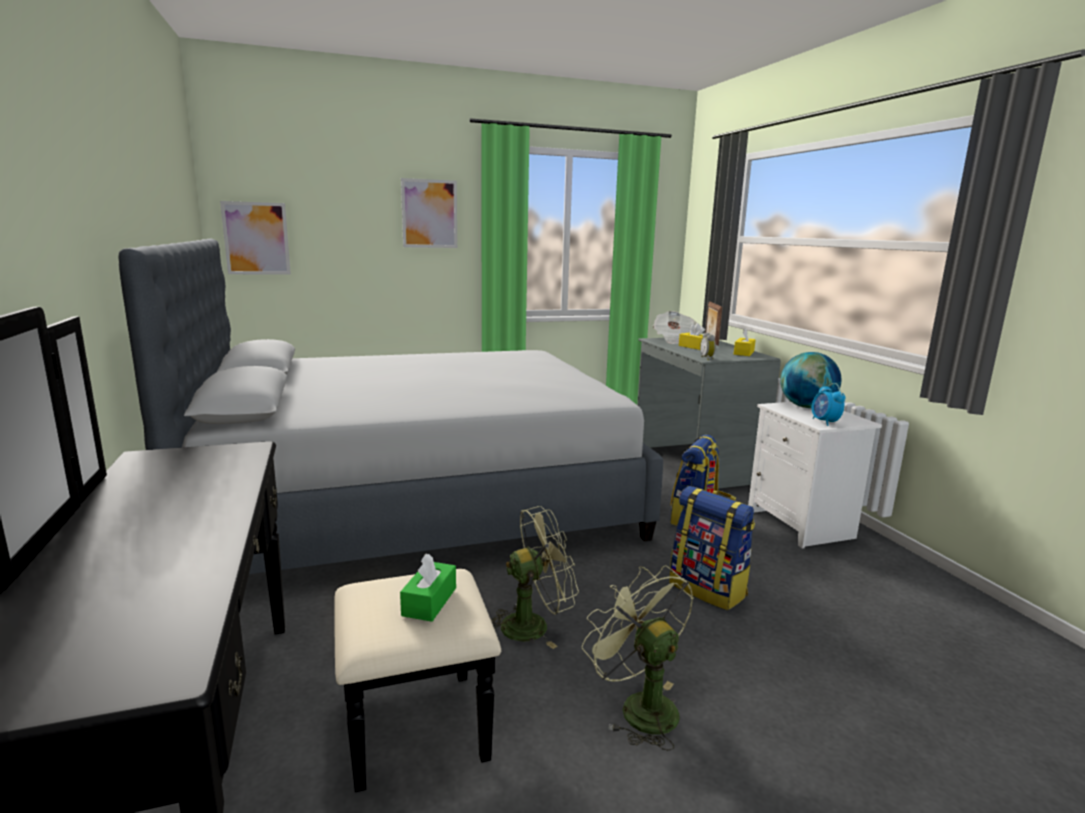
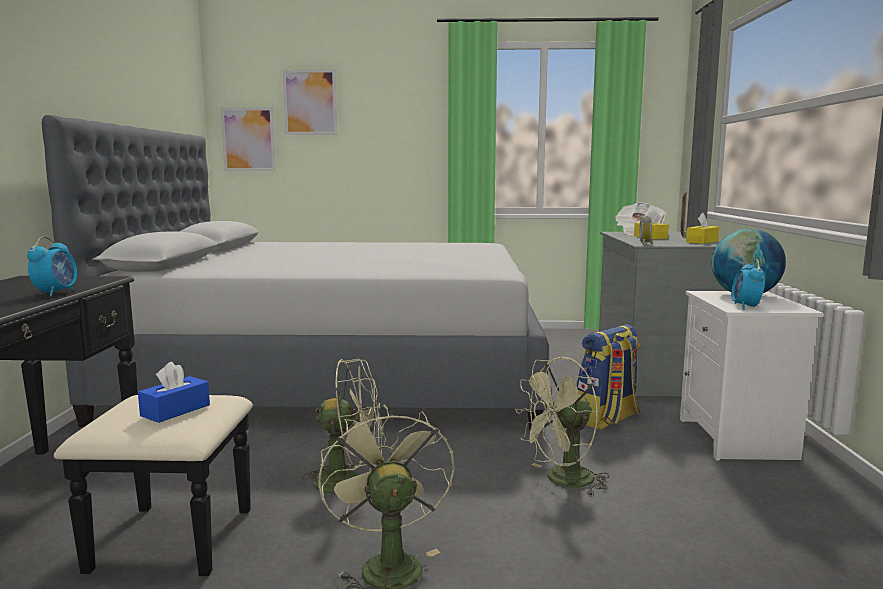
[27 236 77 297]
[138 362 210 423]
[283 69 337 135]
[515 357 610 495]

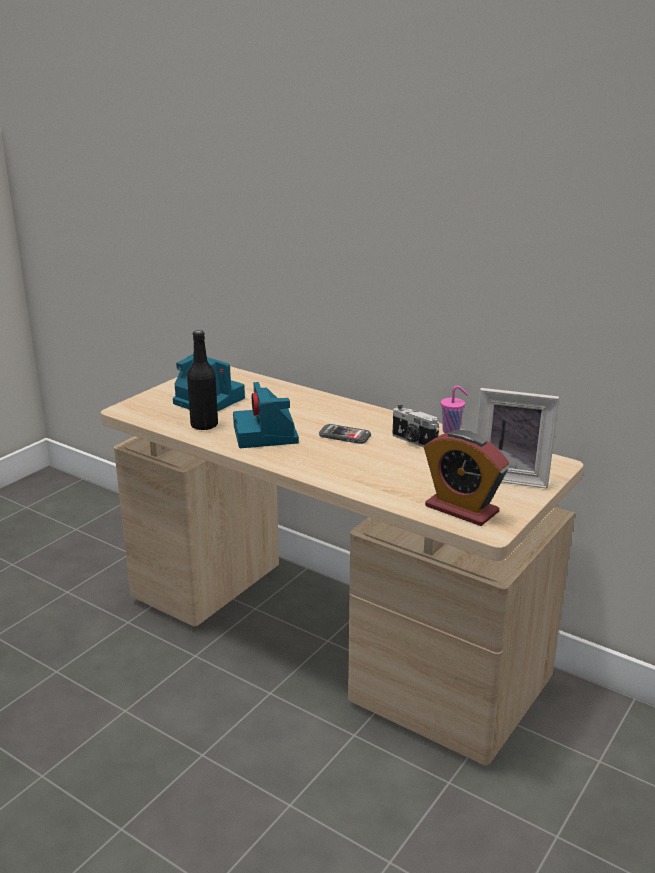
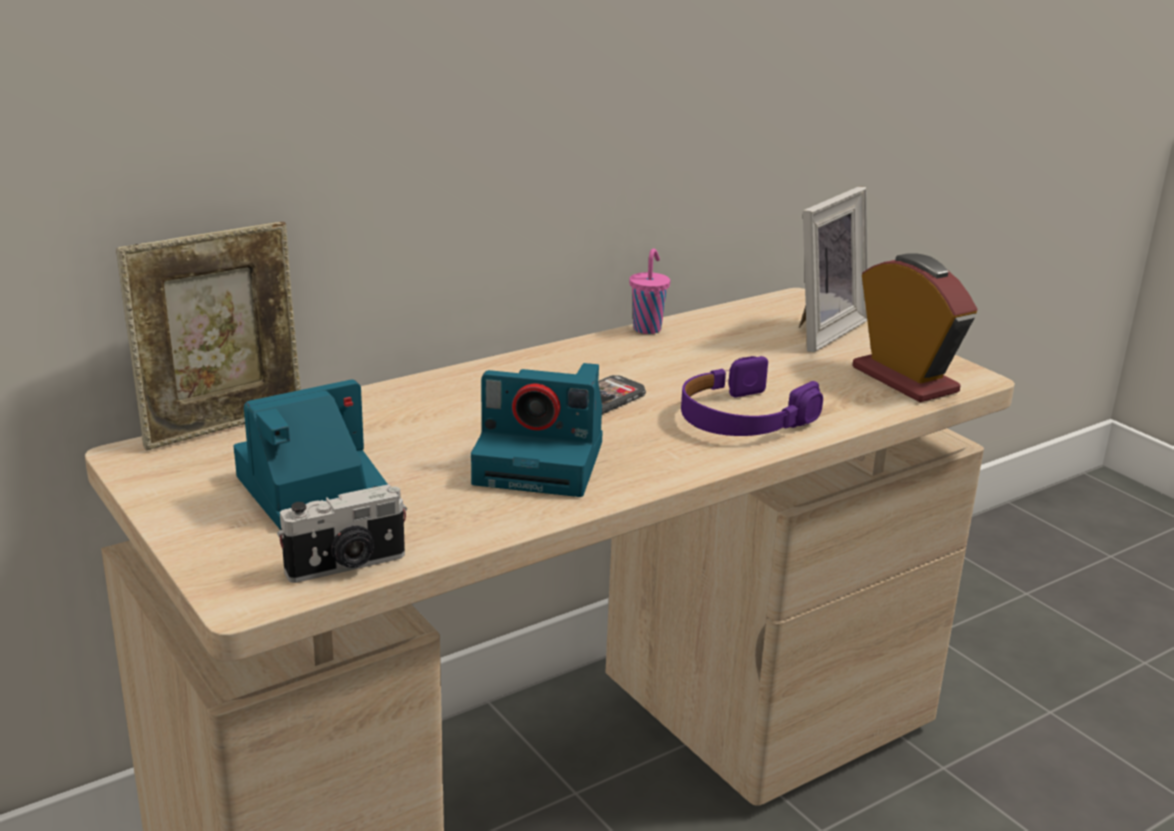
[116 222 301 450]
[277 484 407 583]
[681 356 823 436]
[852 253 977 402]
[187 330 218 430] (first image)

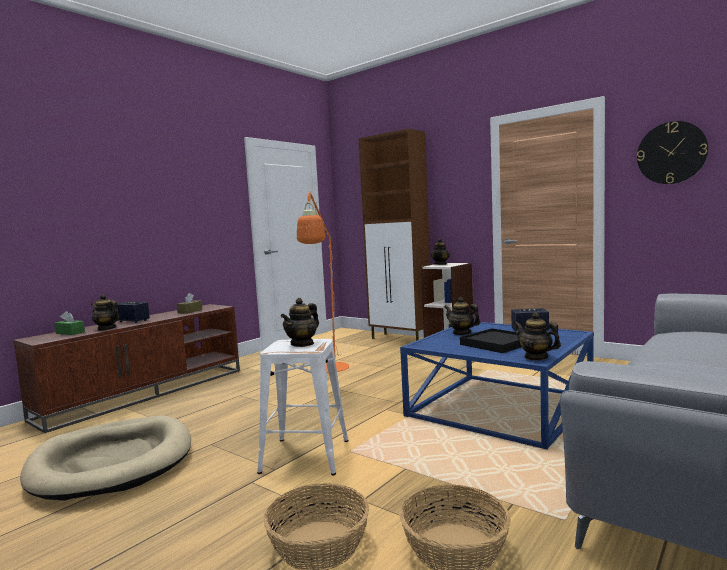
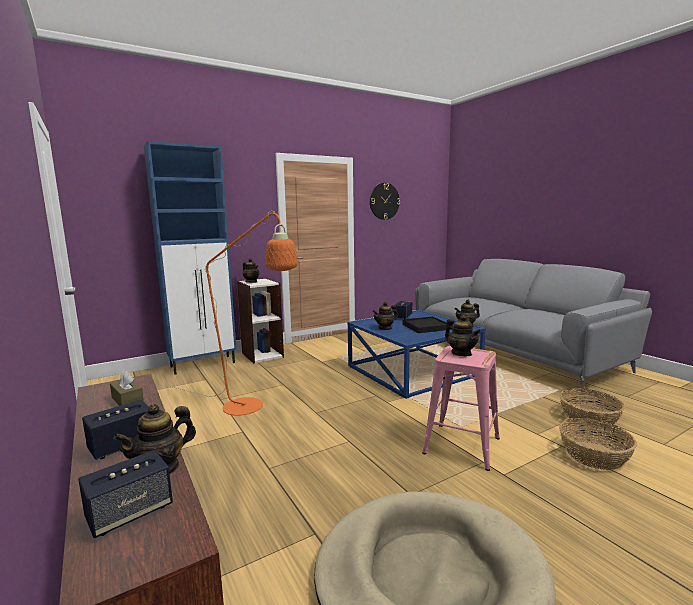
[78 450 173 538]
[144 141 237 375]
[422 346 500 471]

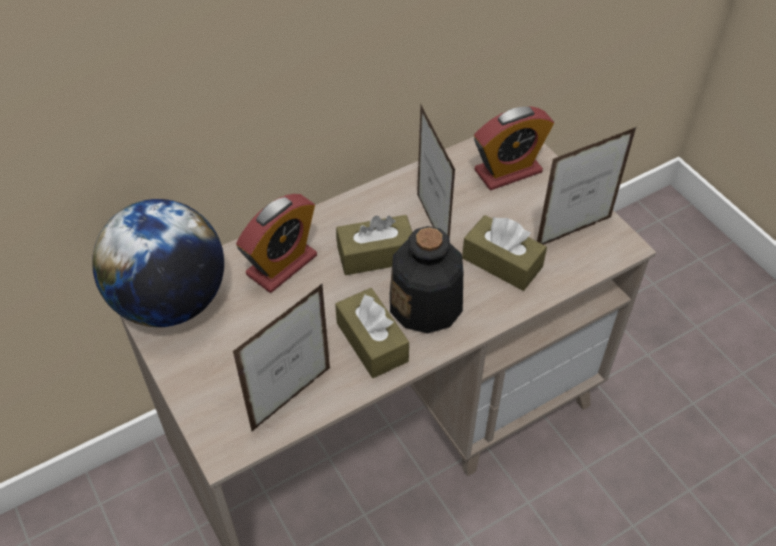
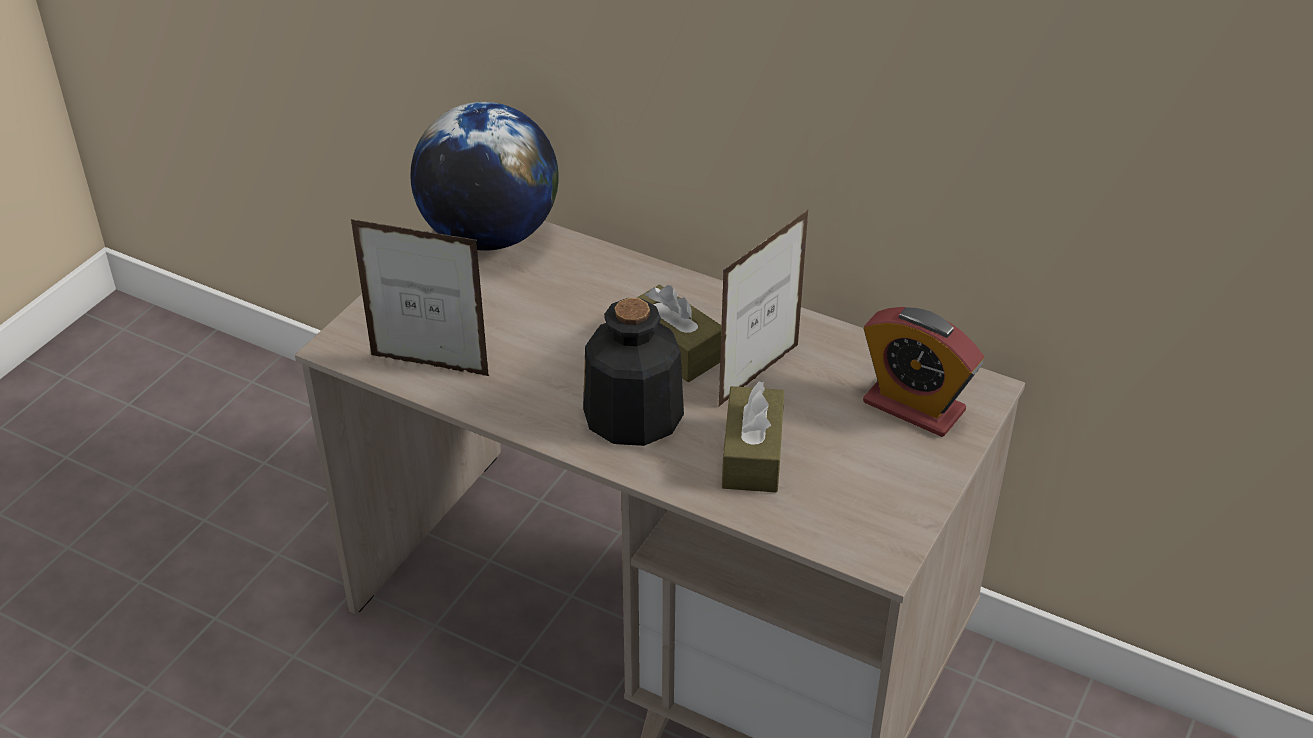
[236 194 317 293] (first image)
[335 288 409 378] (first image)
[537 127 636 245] (first image)

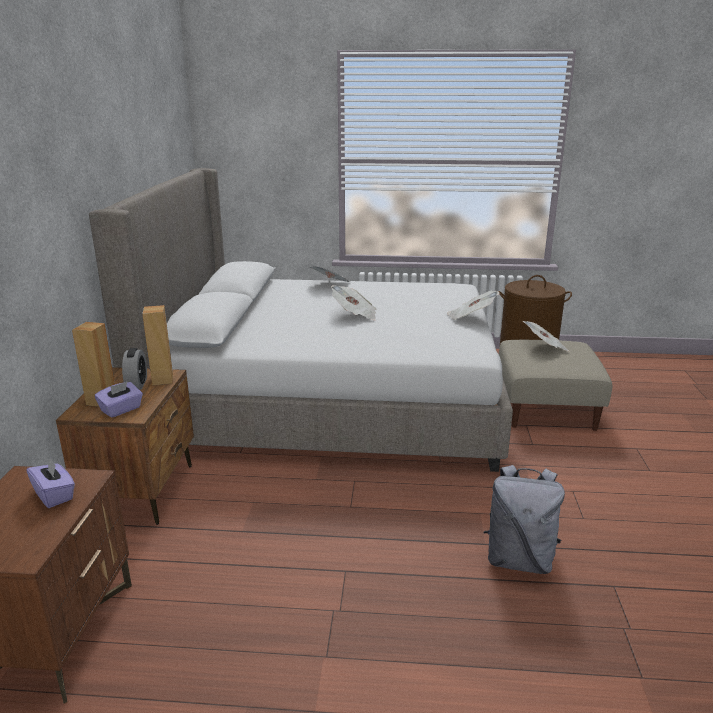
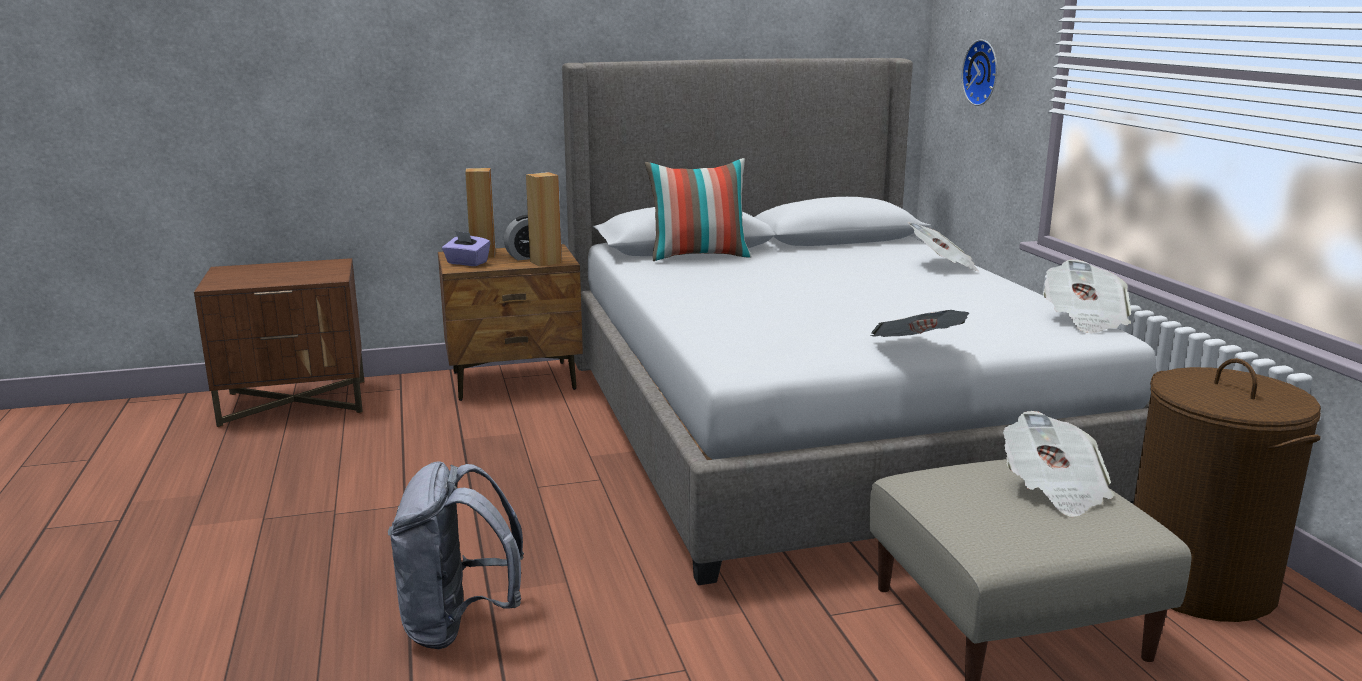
[645 158 752 261]
[962 40 997 106]
[1043 259 1131 333]
[26 457 75 508] (first image)

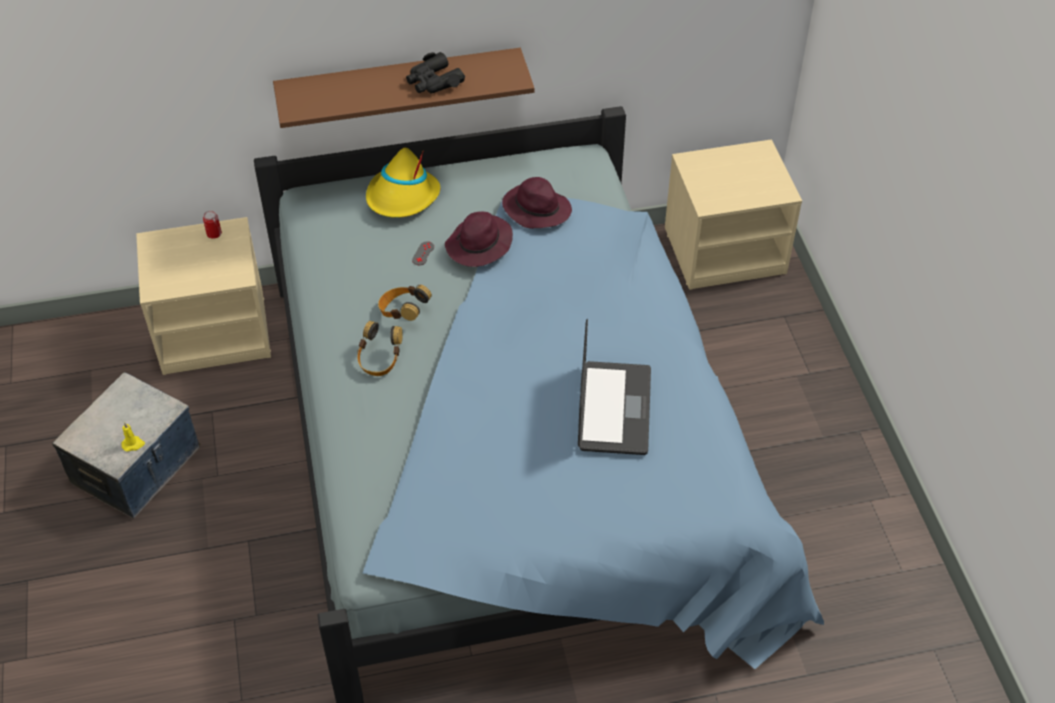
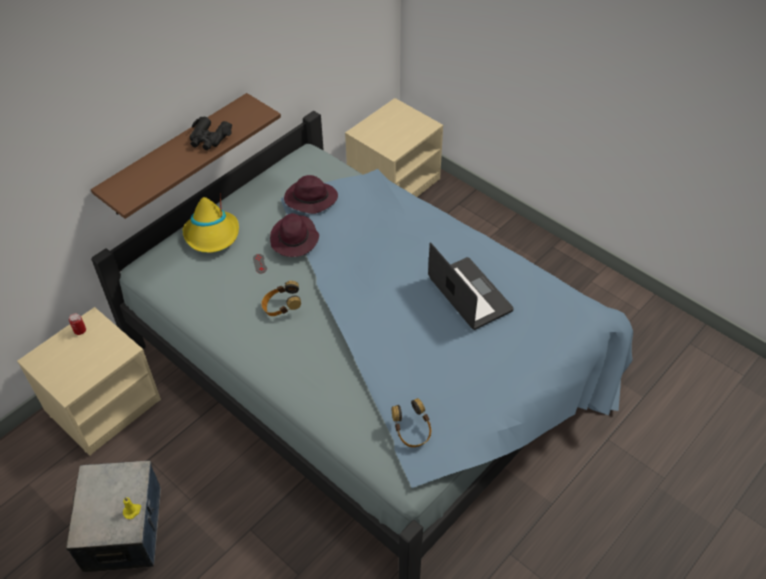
[392 398 431 447]

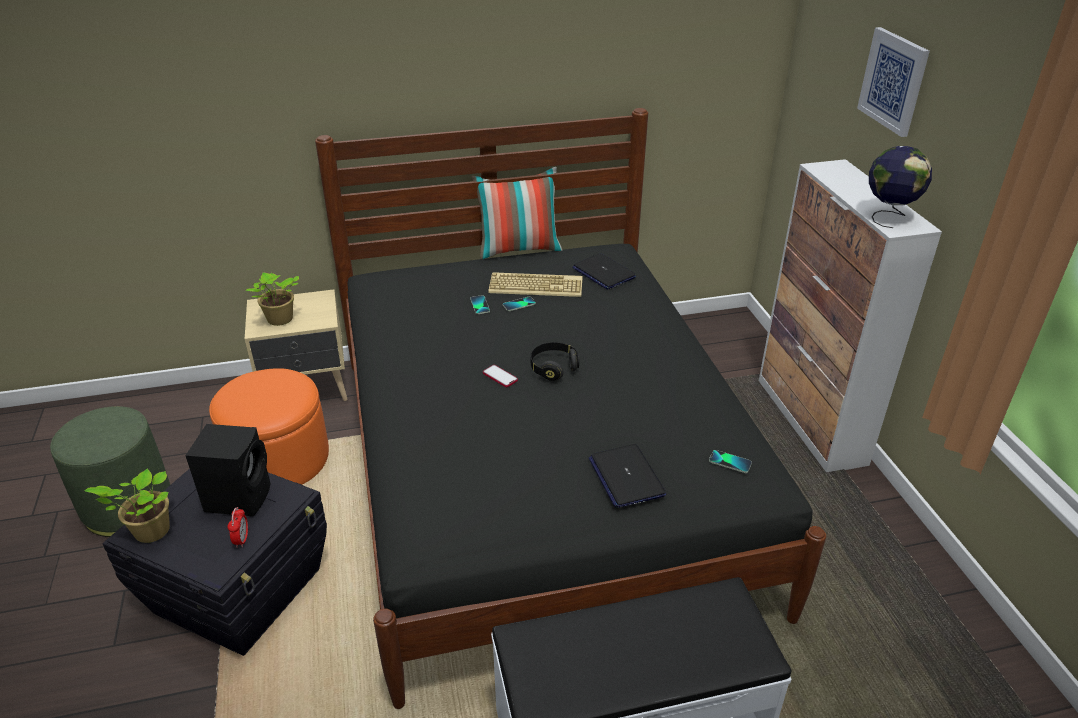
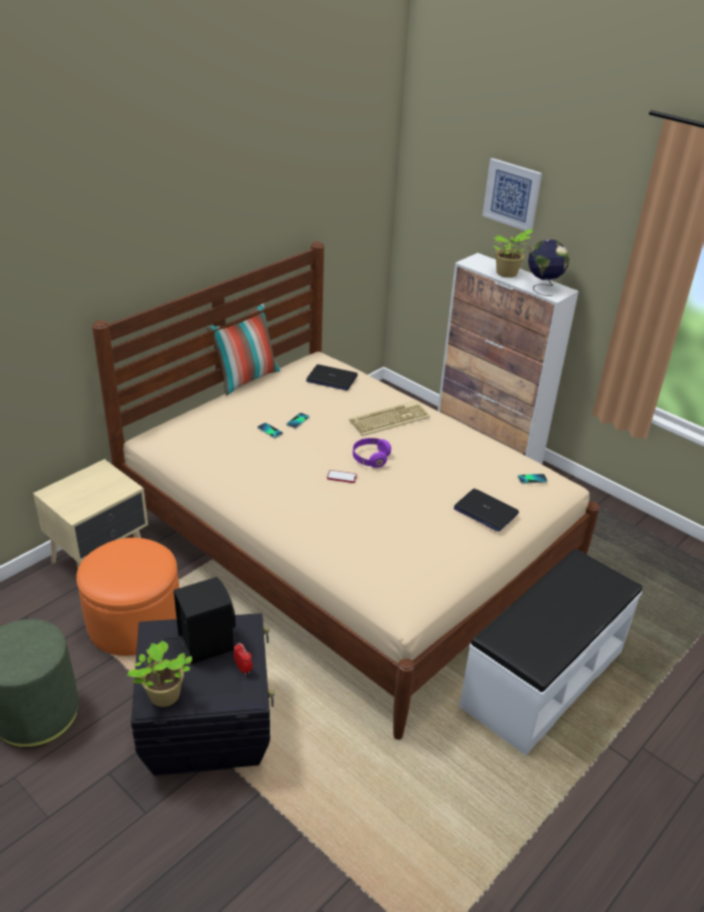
[92 241 600 740]
[349 401 430 436]
[353 438 391 468]
[493 229 532 278]

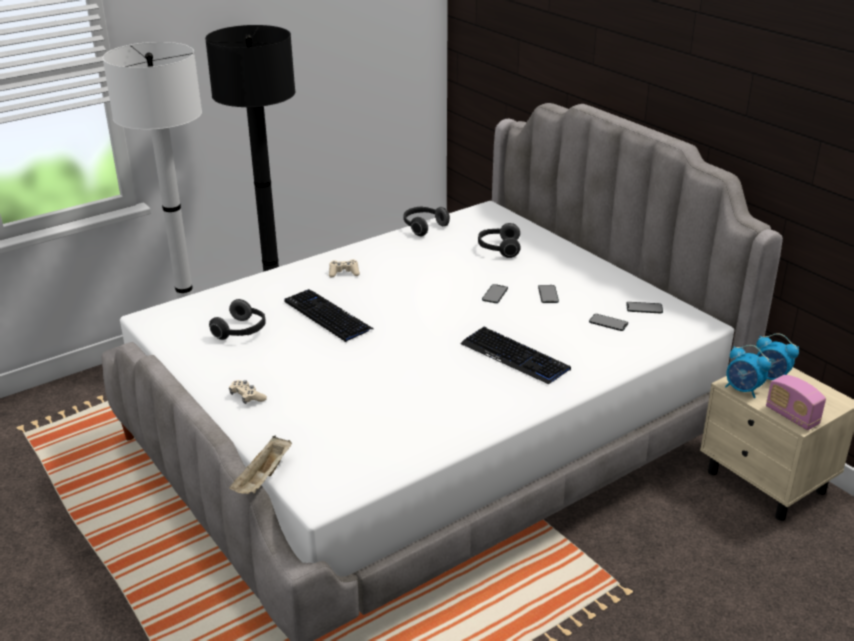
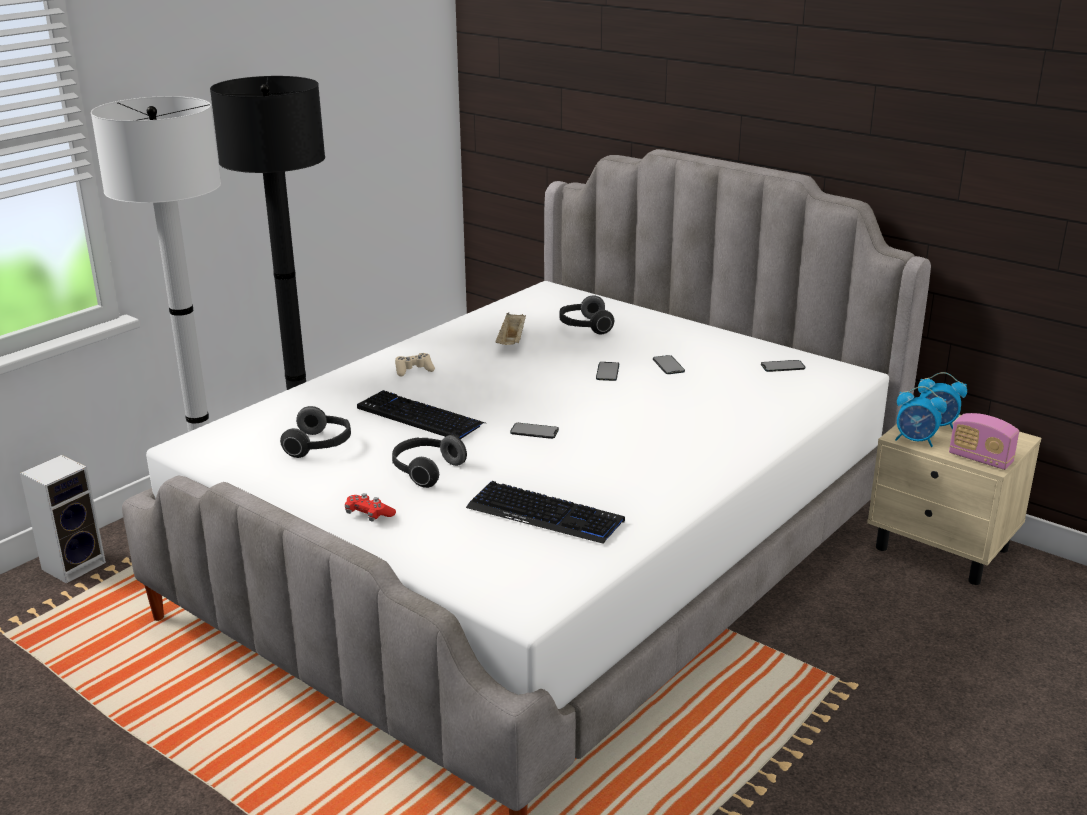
[20 455 106 584]
[345 493 396 522]
[392 435 467 488]
[466 481 625 544]
[495 312 526 345]
[510 423 559 439]

